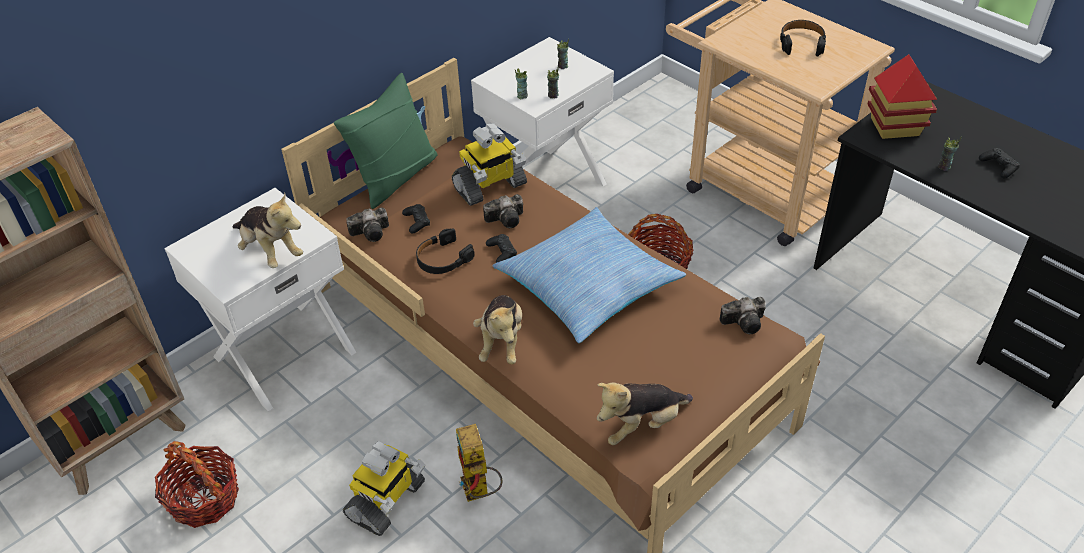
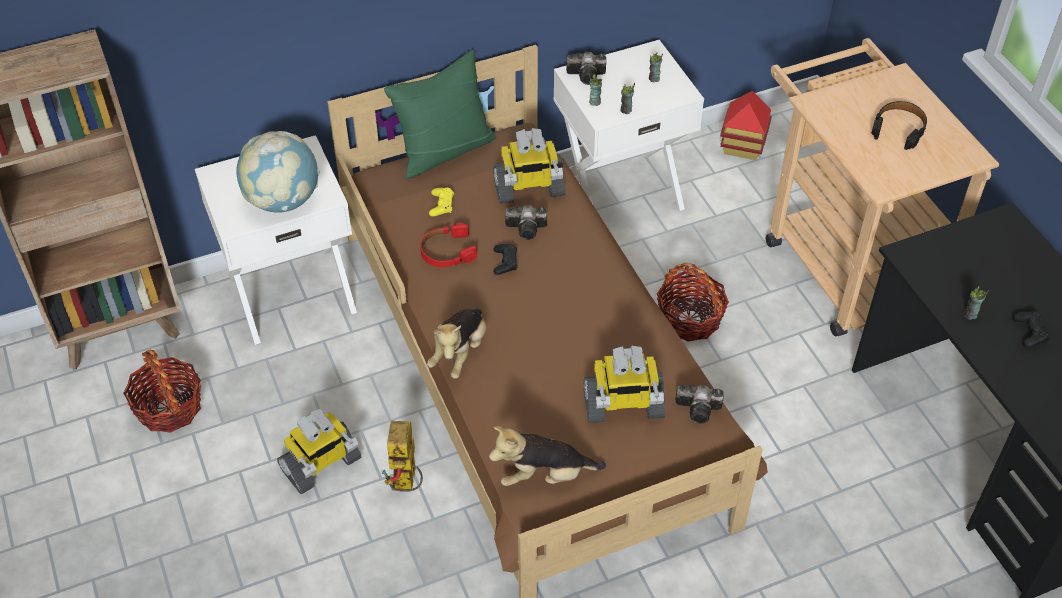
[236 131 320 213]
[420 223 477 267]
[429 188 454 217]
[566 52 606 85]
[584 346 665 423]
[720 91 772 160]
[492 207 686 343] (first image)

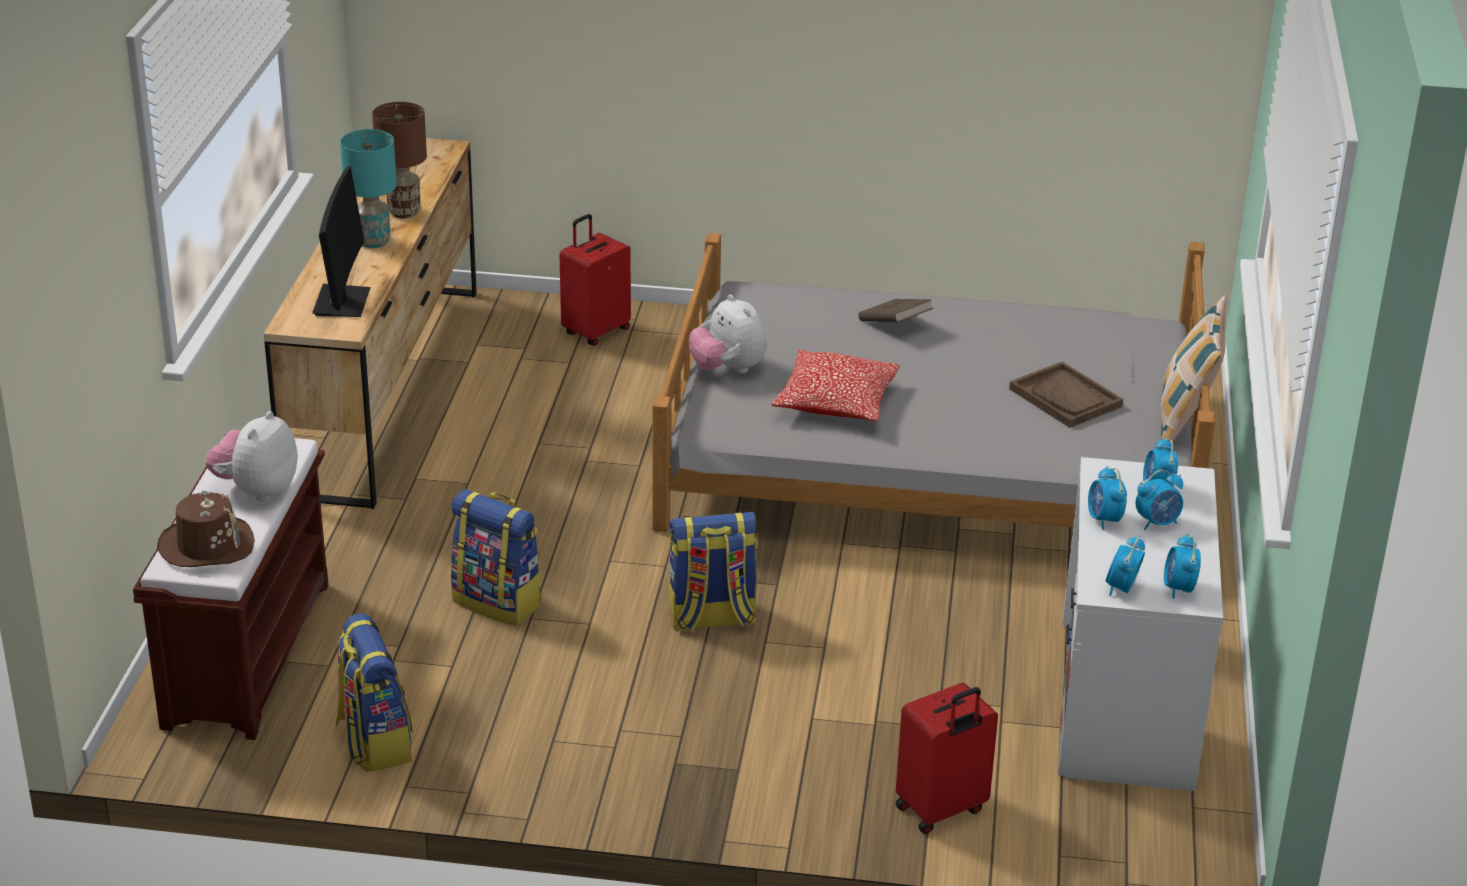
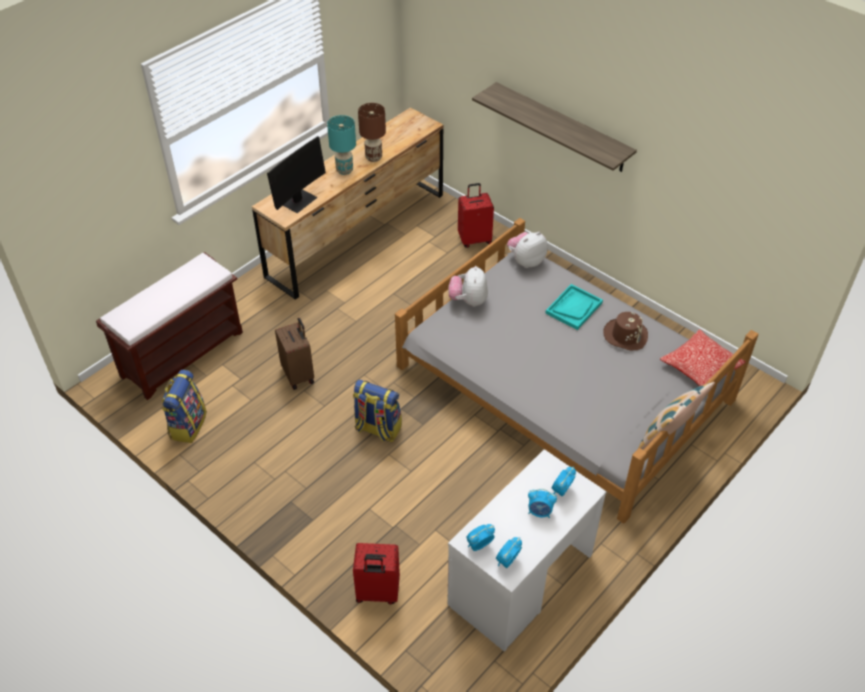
[275 318 314 390]
[472 82 637 172]
[507 232 548 268]
[545 284 603 330]
[603 312 648 350]
[660 329 746 386]
[1009 362 1123 428] (first image)
[1088 466 1127 530] (first image)

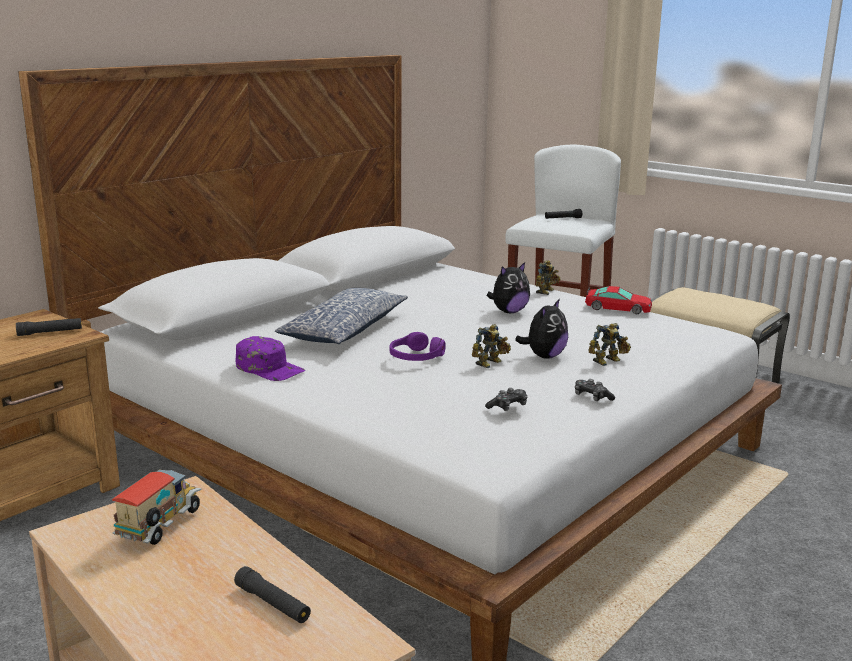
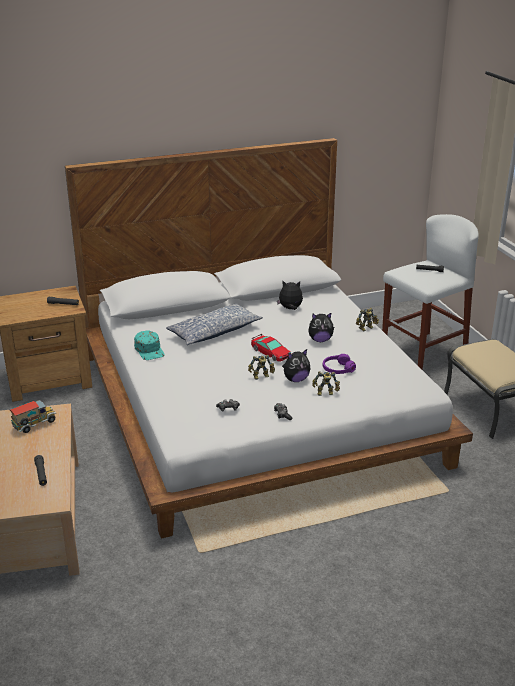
[134 330 165 360]
[251 334 291 362]
[277 280 303 310]
[323 354 356 374]

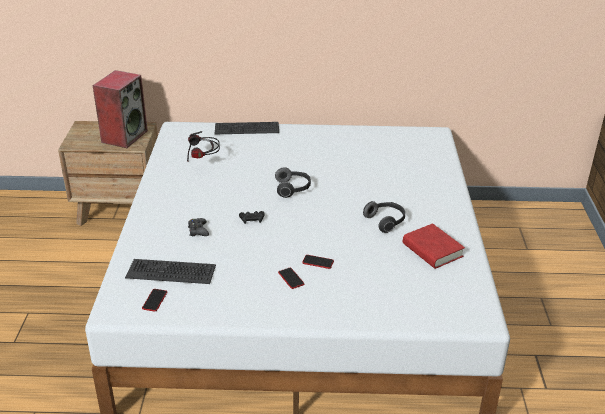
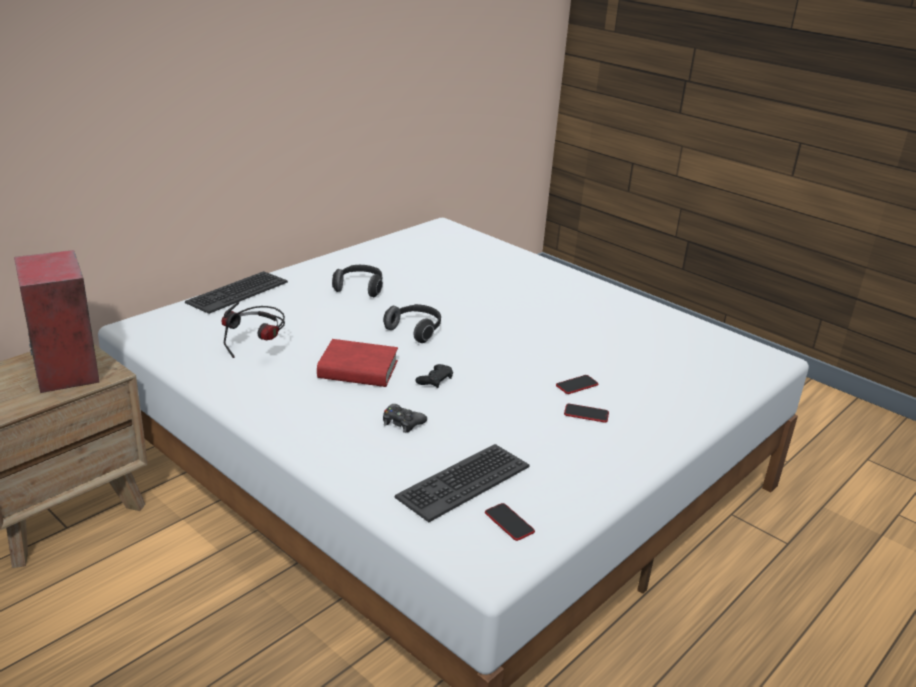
[317 339 398 387]
[332 265 383 297]

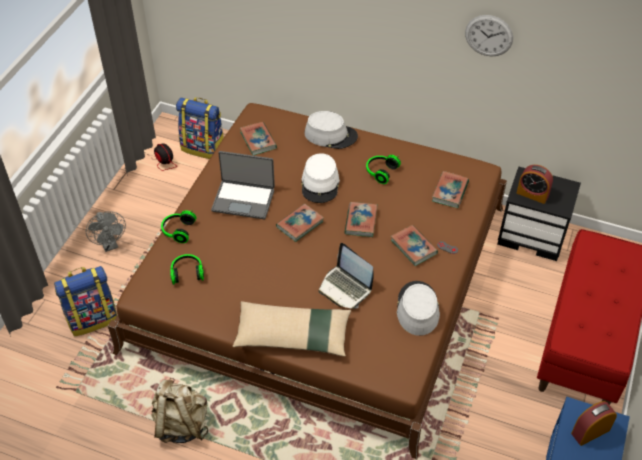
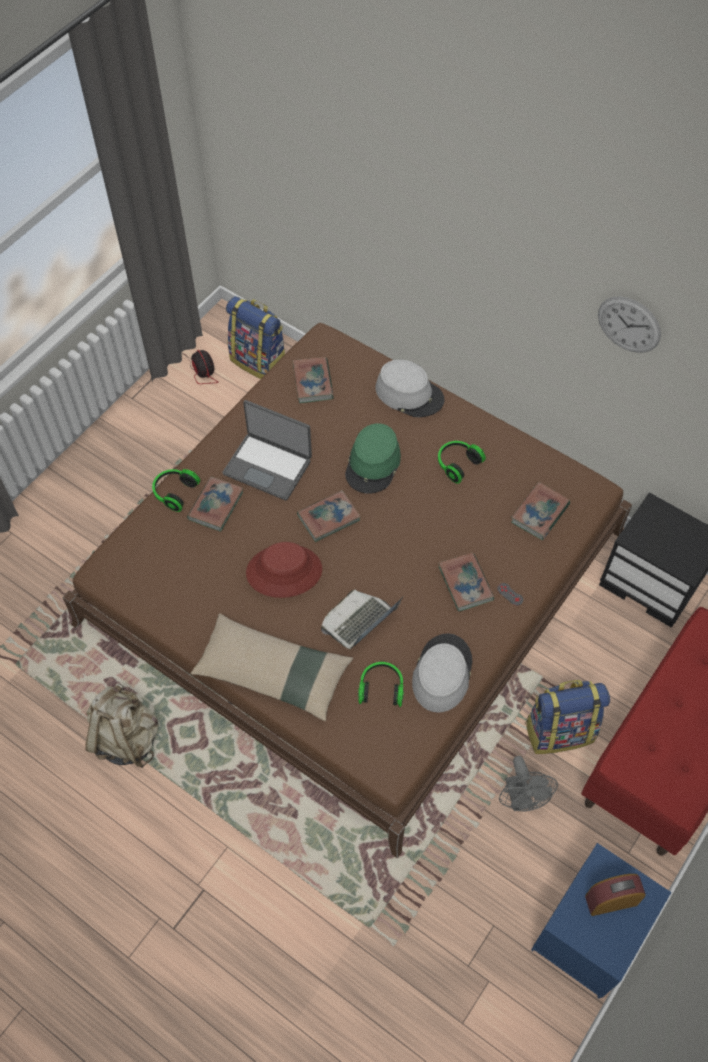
[187 477 243 532]
[246 542 322 598]
[321 589 403 649]
[345 423 401 493]
[358 662 404 707]
[499 756 558 811]
[525 680 610 754]
[517 165 553 204] (first image)

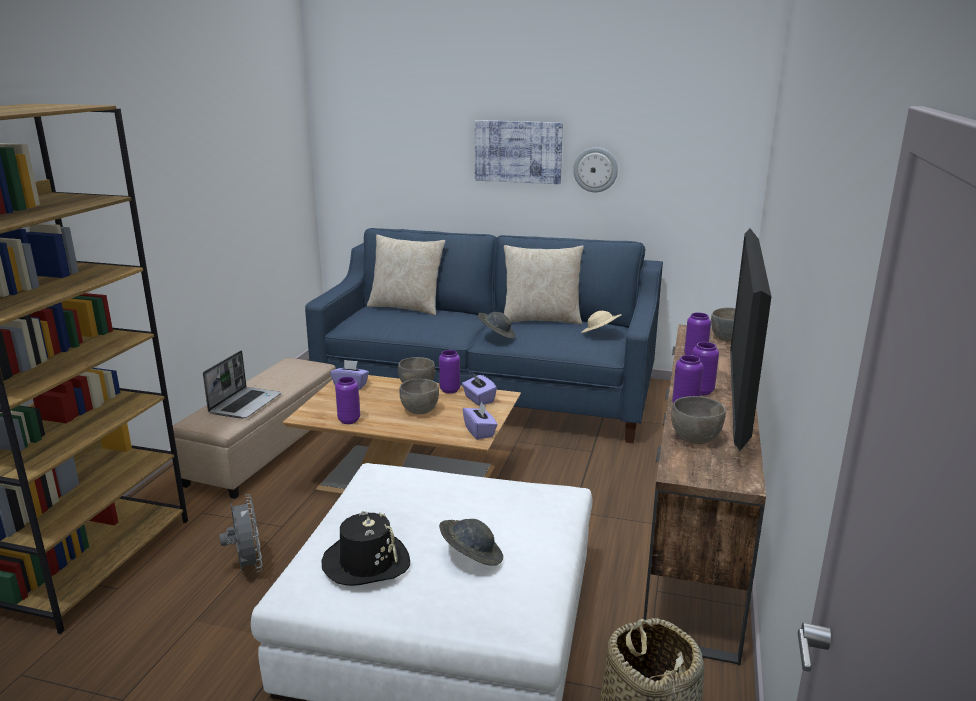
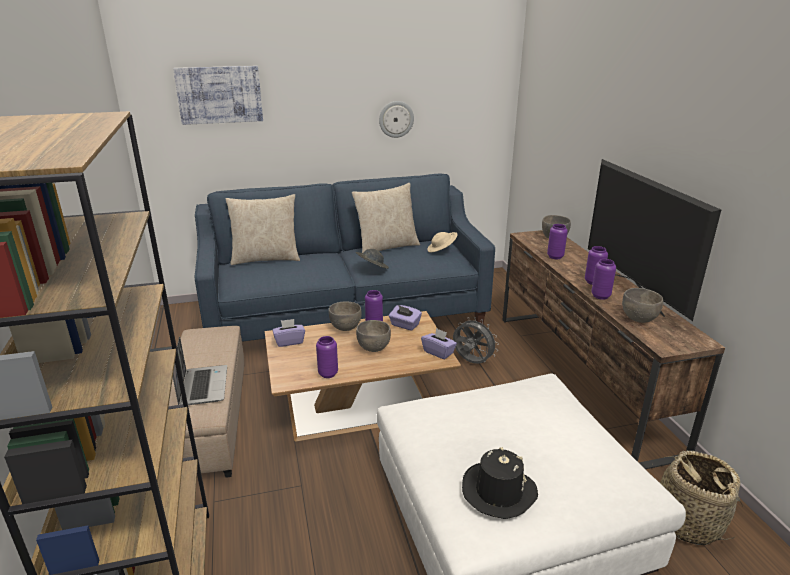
[173 66 263 125]
[453 317 499 364]
[439 519 503 566] (first image)

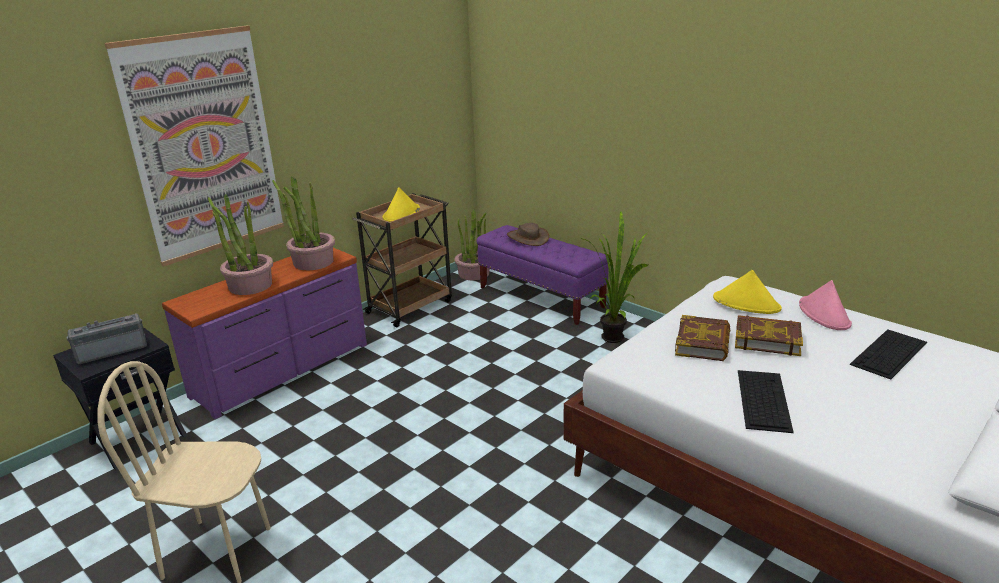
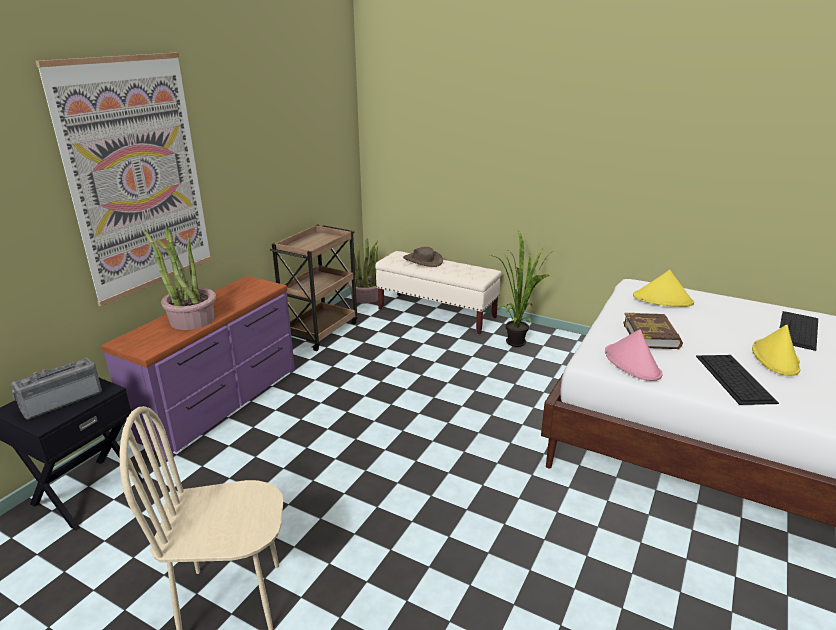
[375 251 502 334]
[605 329 663 381]
[752 324 801 376]
[272 176 335 270] (first image)
[735 315 803 356] (first image)

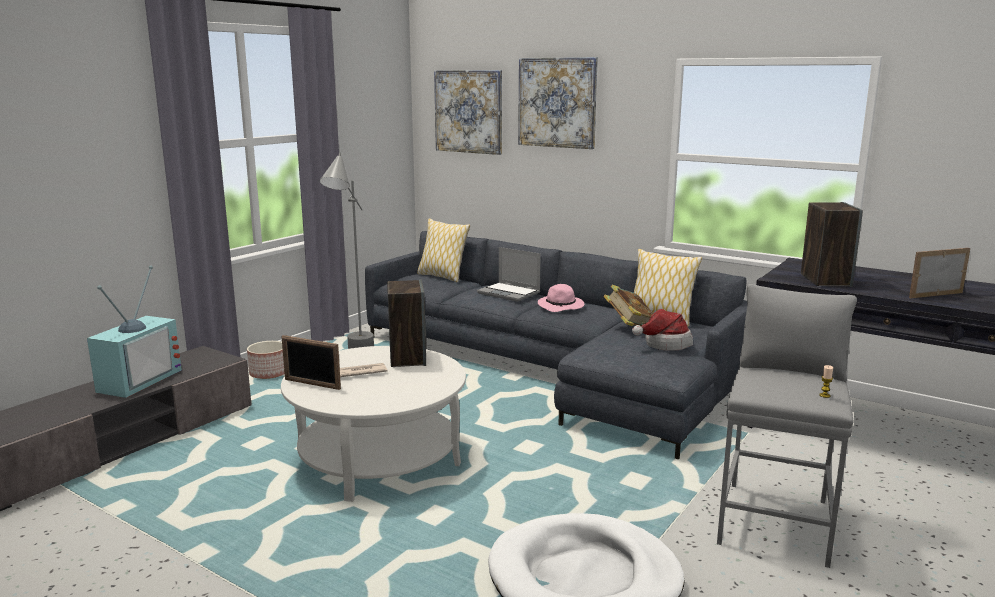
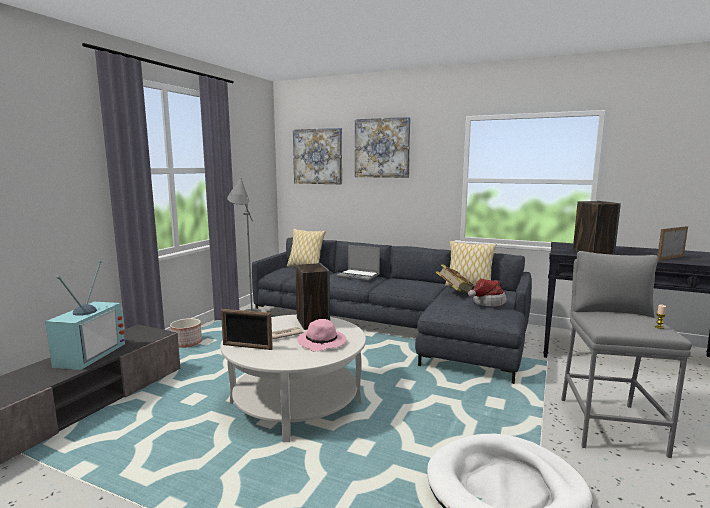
[297 319 346 351]

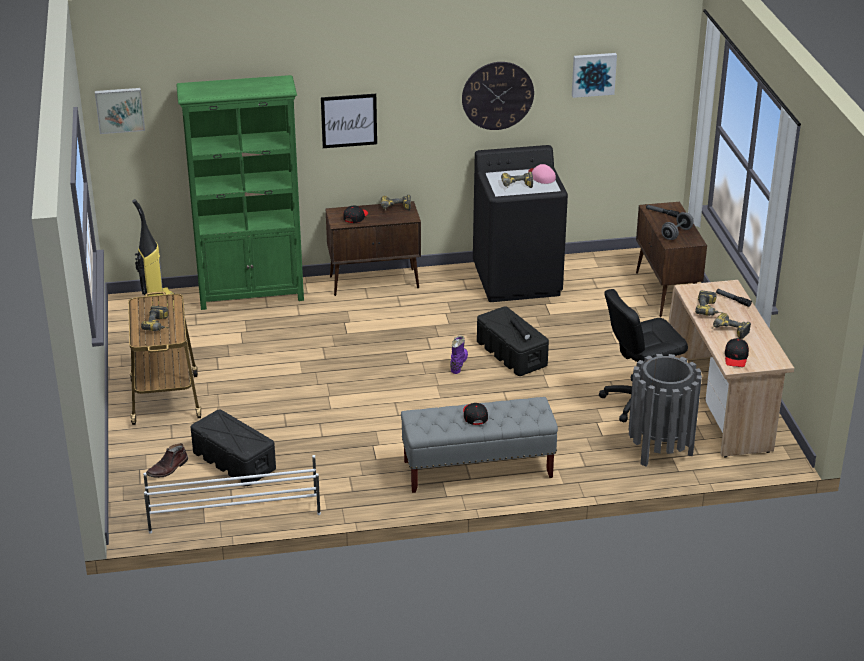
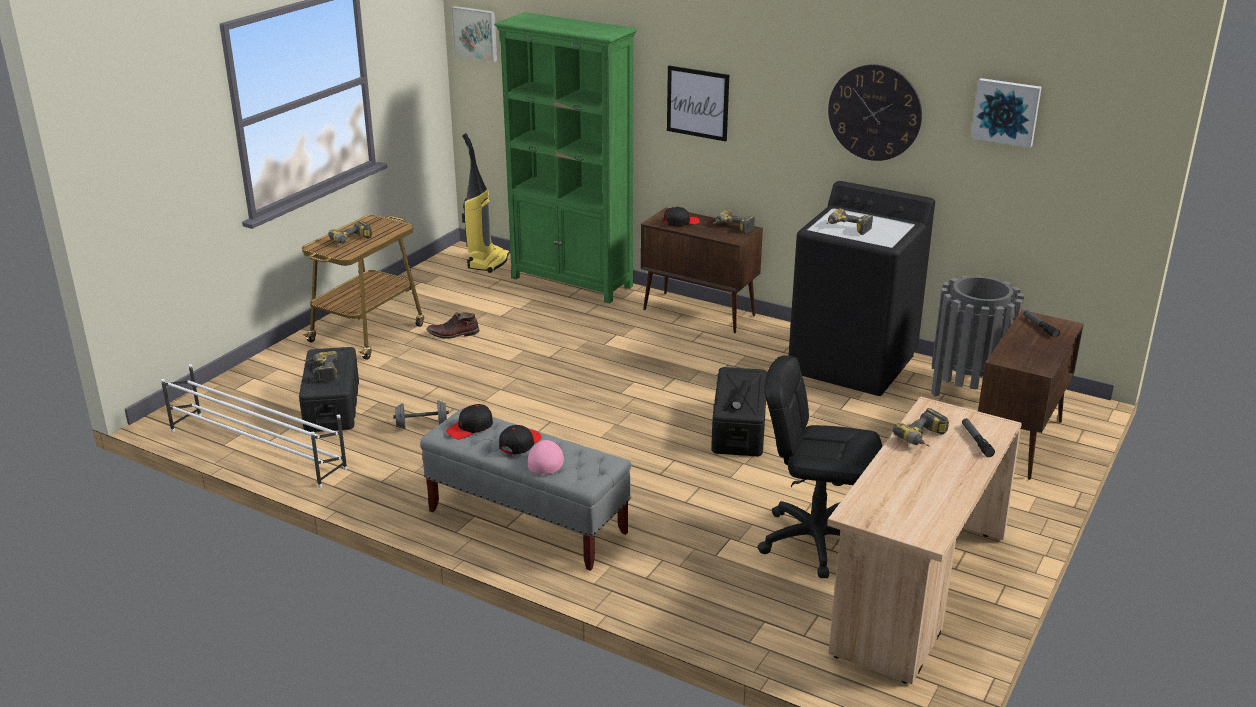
[304 351 338 382]
[393 400 449 429]
[426 312 480 339]
[446 404 493 439]
[528 440 564 474]
[931 276 1024 397]
[450 336 468 374] (first image)

